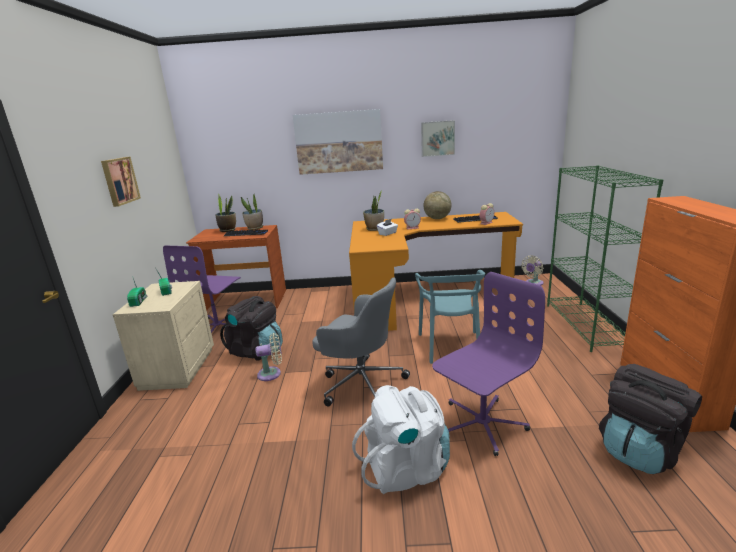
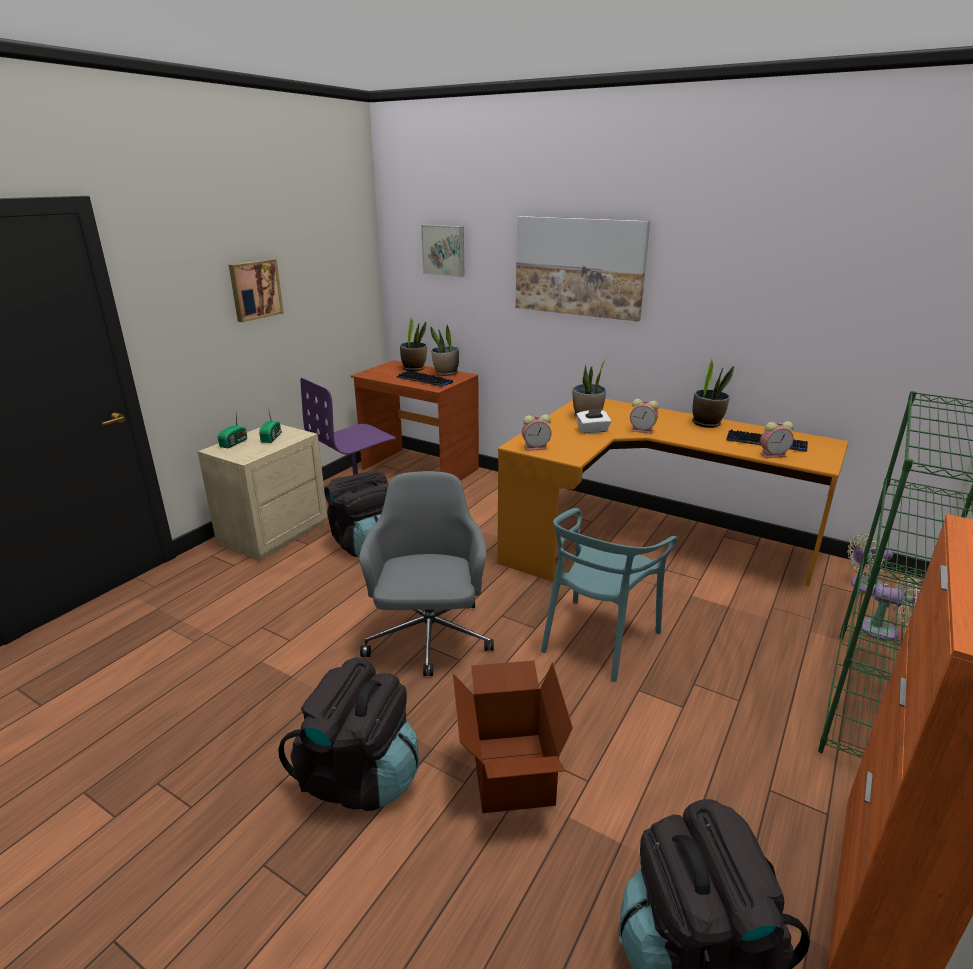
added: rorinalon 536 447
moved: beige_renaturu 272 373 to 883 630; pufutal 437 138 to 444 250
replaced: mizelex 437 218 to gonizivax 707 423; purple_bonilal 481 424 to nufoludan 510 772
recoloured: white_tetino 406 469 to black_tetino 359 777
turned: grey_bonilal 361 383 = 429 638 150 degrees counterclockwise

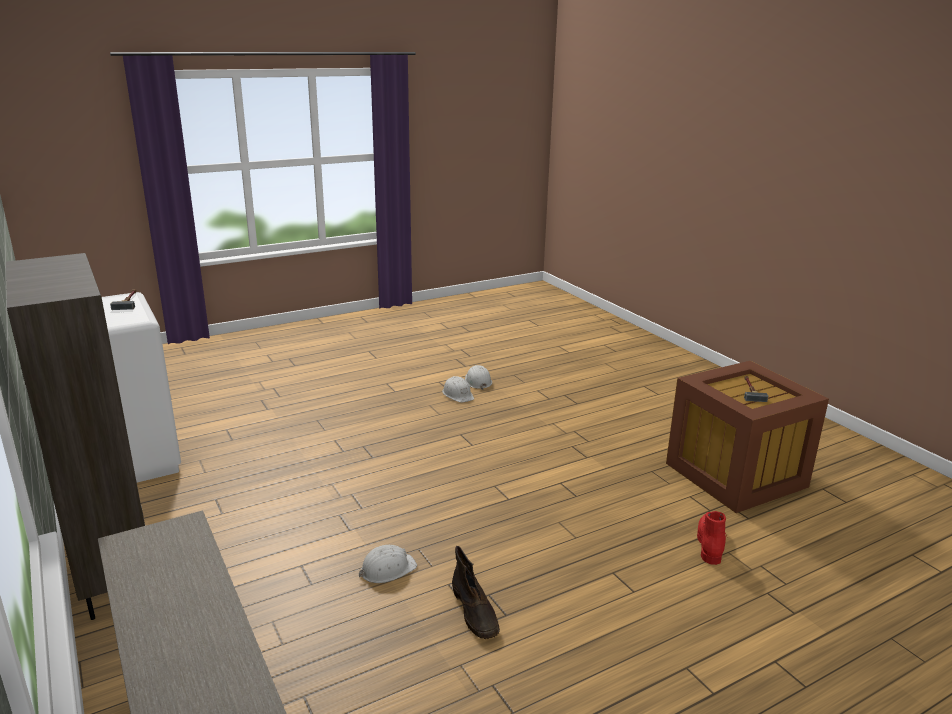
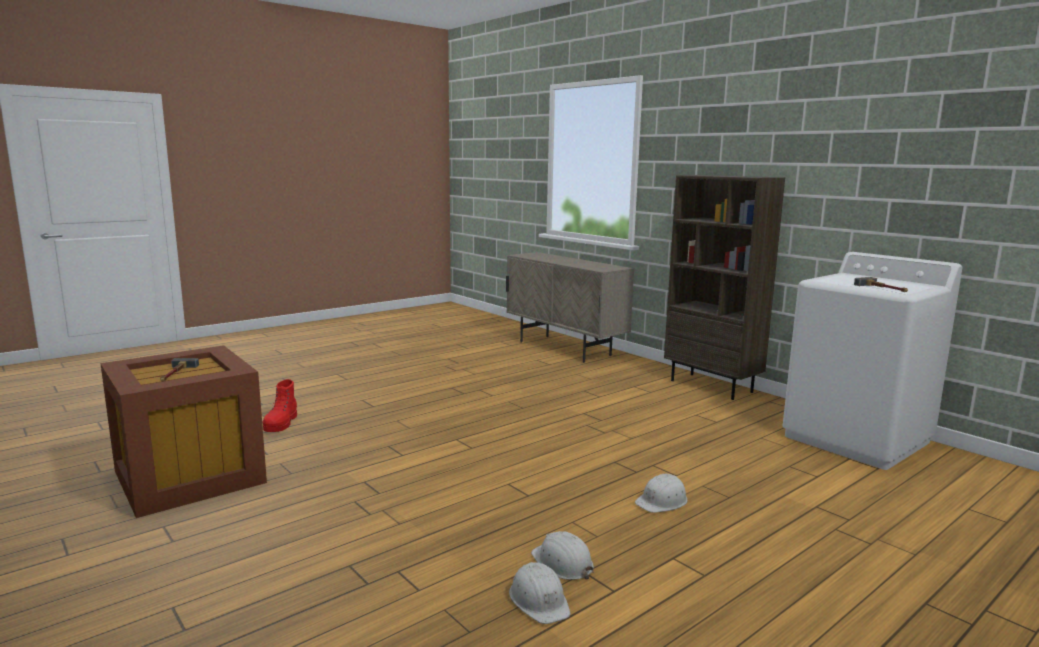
removed: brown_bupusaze 475 612
moved: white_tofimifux 387 569 to 662 501

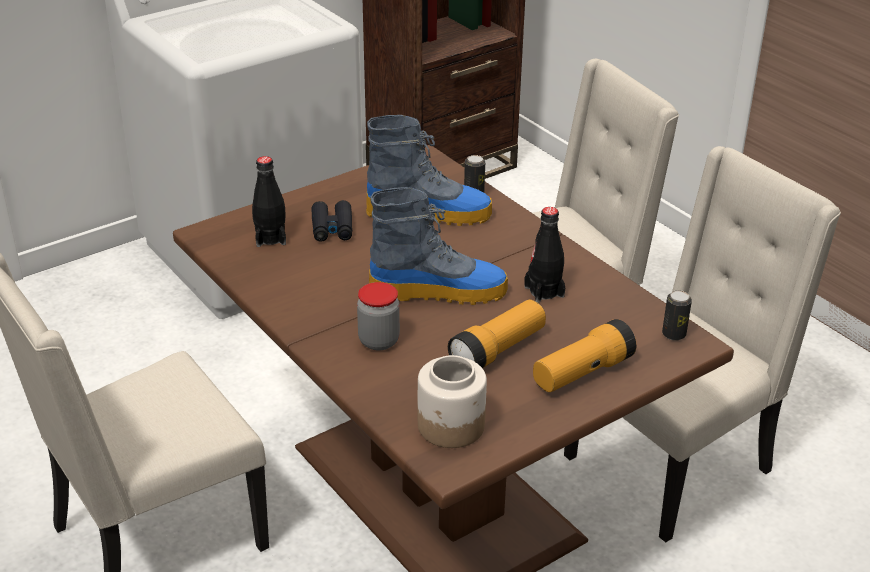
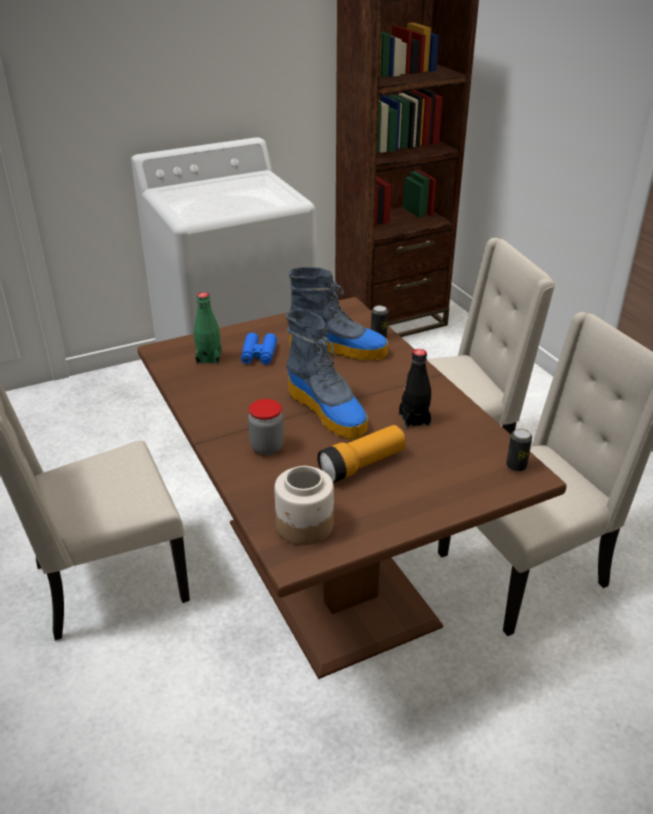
removed: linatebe 582 373
recoloured: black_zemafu 270 238 to green_zemafu 209 358; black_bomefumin 332 228 to blue_bomefumin 259 354
turned: bupusaze 439 291 = 328 411 45 degrees clockwise

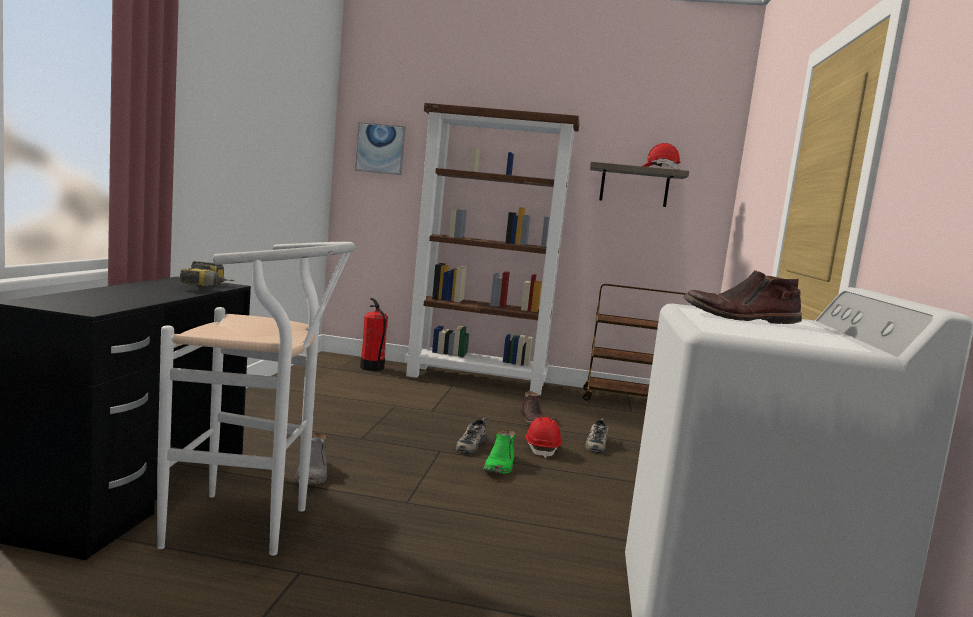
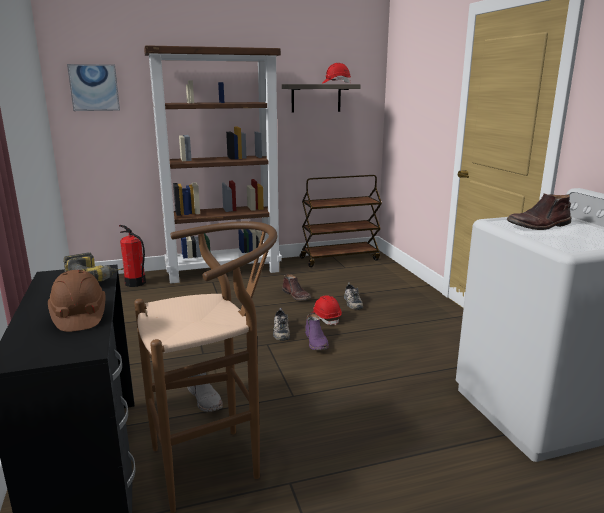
added: brown_tofimifux 79 316
recoloured: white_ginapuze 252 526 to brown_ginapuze 216 462; green_bupusaze 500 466 to purple_bupusaze 316 342

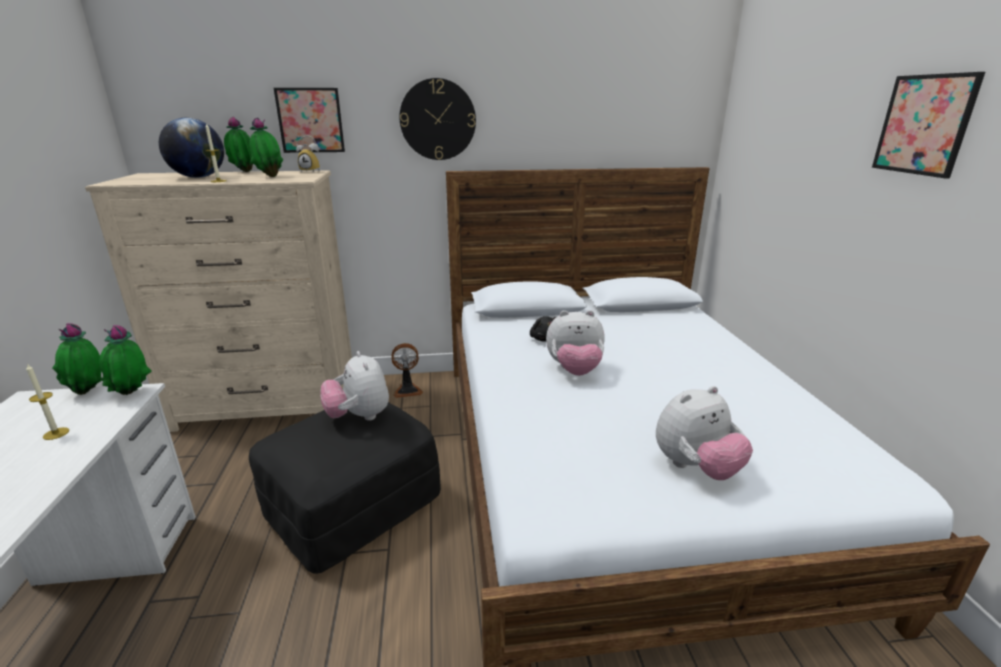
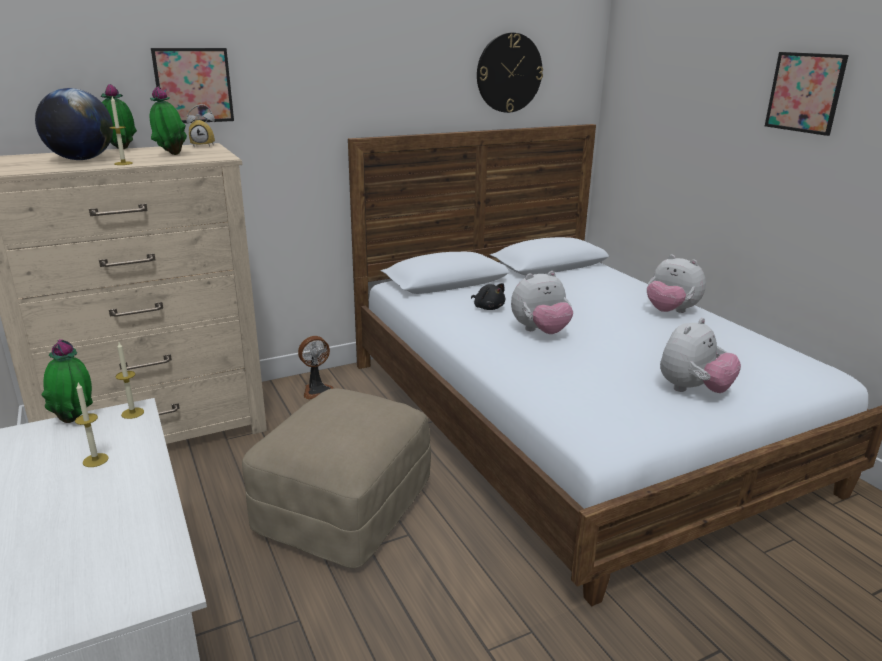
moved: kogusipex 359 416 to 670 311; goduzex 438 120 to 509 73
replaced: gonizivax 132 394 to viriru 132 413
recoloured: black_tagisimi 353 507 to beige_tagisimi 344 508

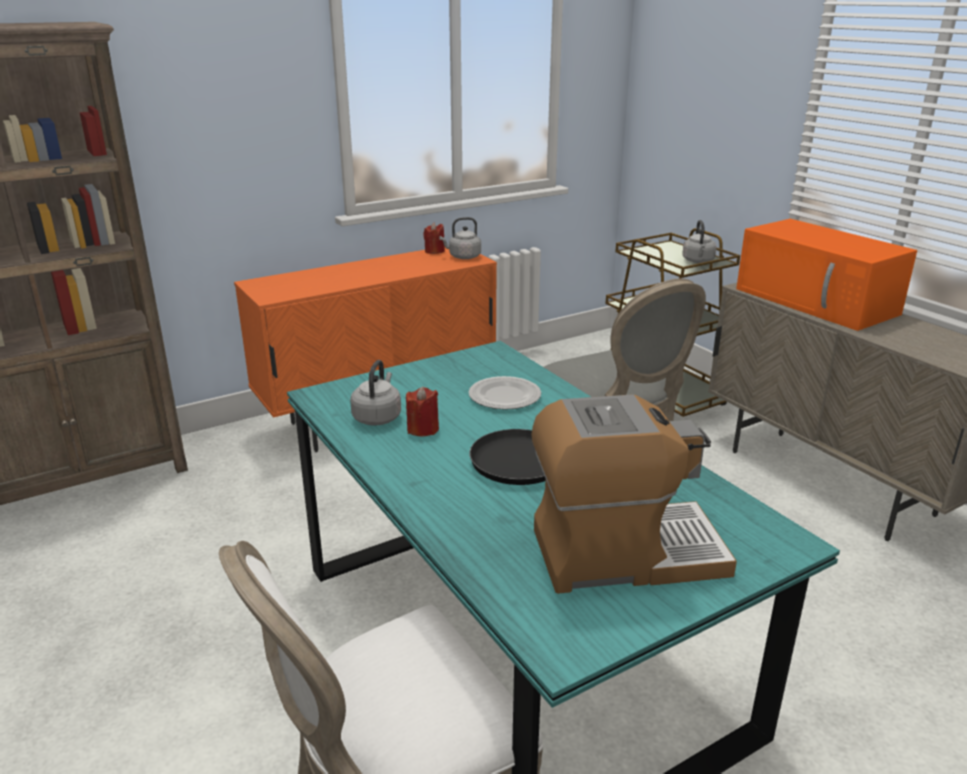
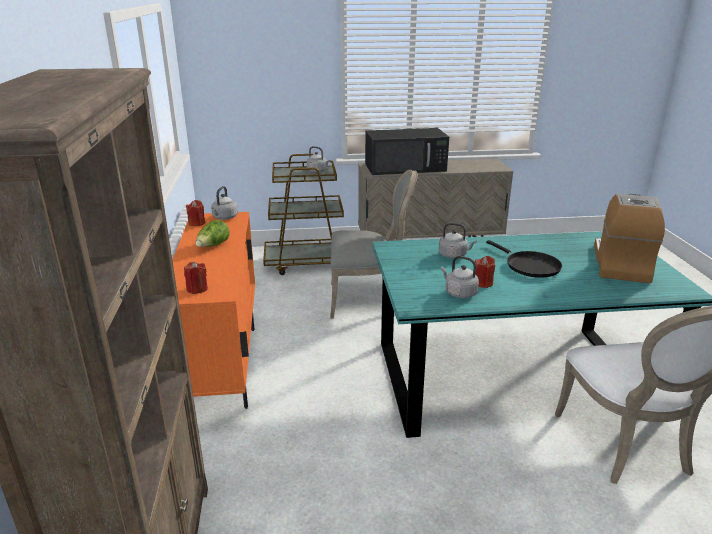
added: red_viriru 197 289; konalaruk 213 246
replaced: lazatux 505 396 to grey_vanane 454 255
recoloured: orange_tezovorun 818 302 to black_tezovorun 406 167

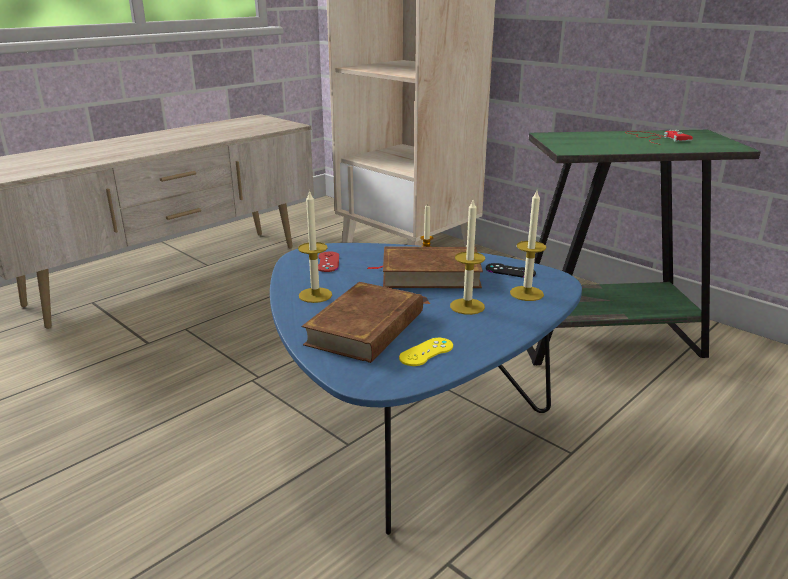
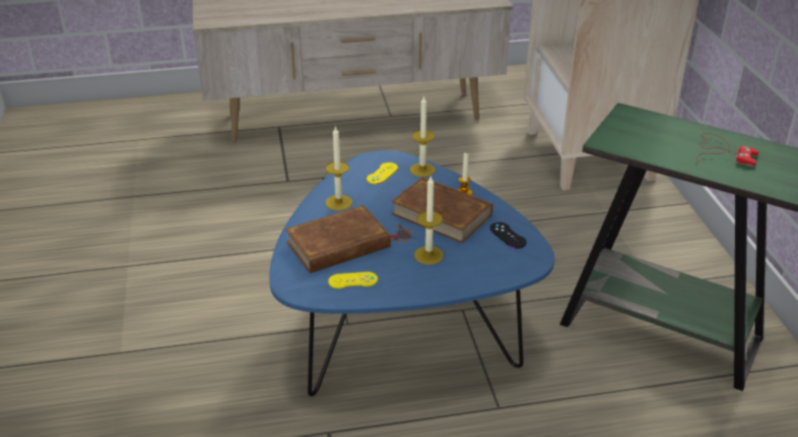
moved: viriru 526 293 to 422 170
recoloured: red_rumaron 328 262 to yellow_rumaron 382 173

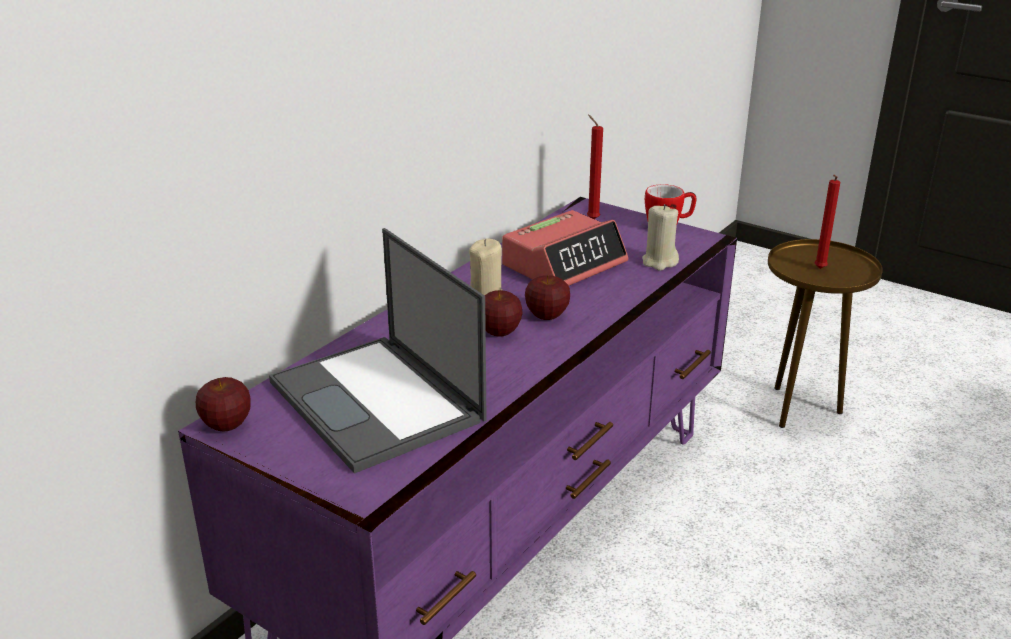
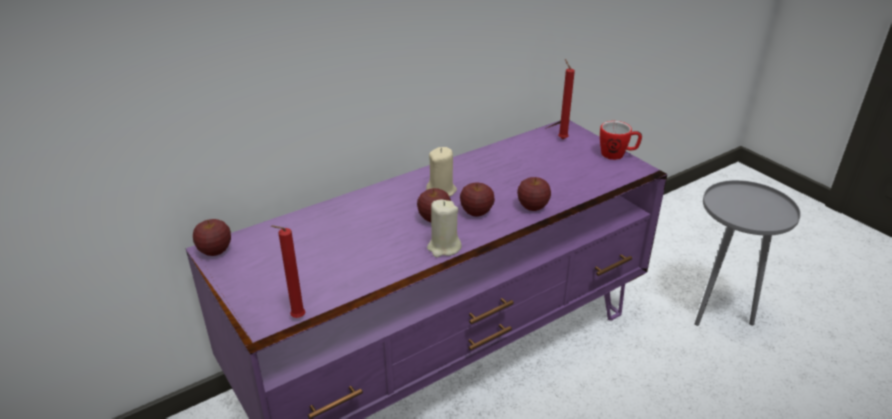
removed: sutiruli 378 402; rorinalon 564 264
added: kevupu 532 207
moved: beige_viriru 659 262 to 443 247; red_viriru 819 269 to 296 318
recoloured: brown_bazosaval 799 408 to grey_bazosaval 719 313

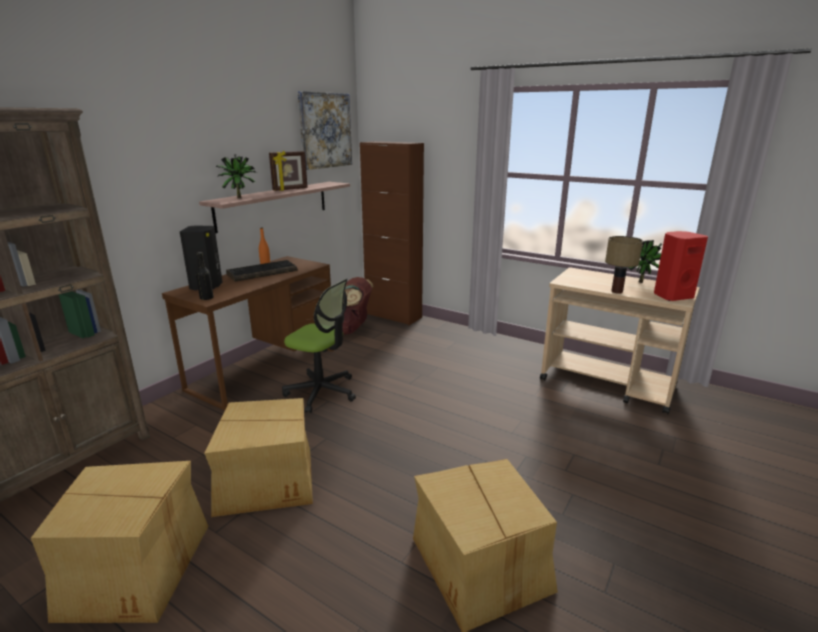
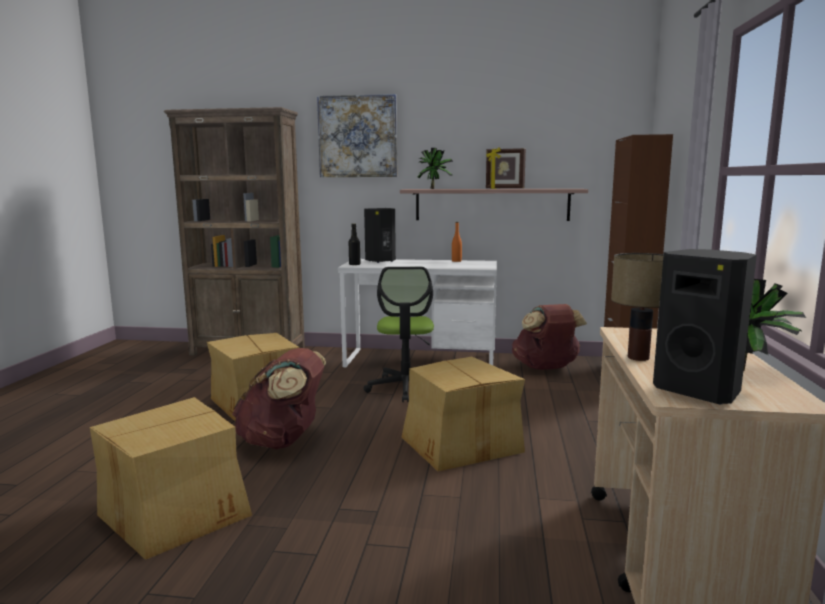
removed: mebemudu 262 272
added: brown_tetino 283 441
moved: nufoludan 134 569 to 460 444; pufutal 325 130 to 358 136
recoloured: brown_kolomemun 265 369 to white_kolomemun 420 360; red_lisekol 672 296 to black_lisekol 699 391

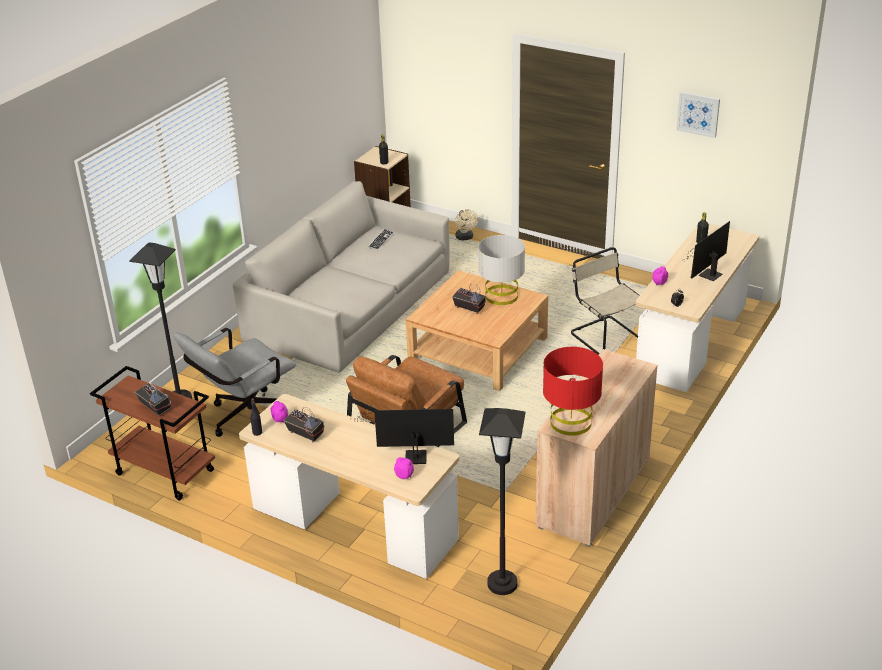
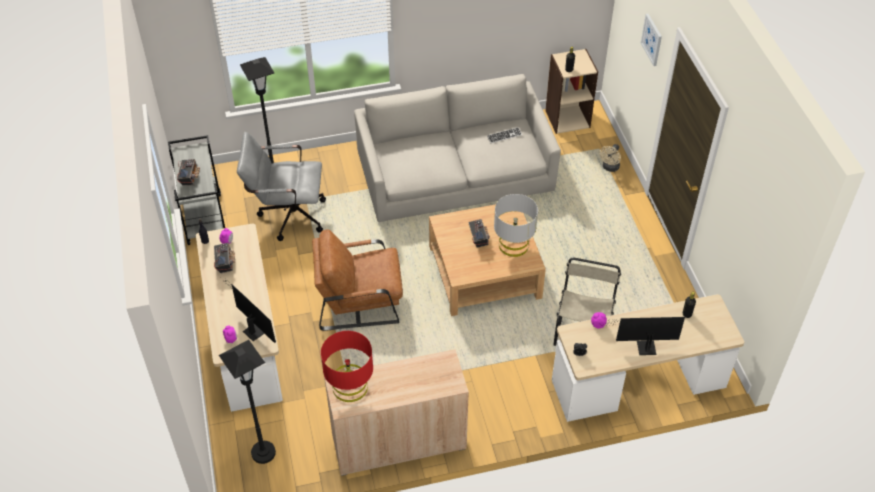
moved: pufutal 698 114 to 652 39
recoloured: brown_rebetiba 163 473 to grey_rebetiba 204 219

